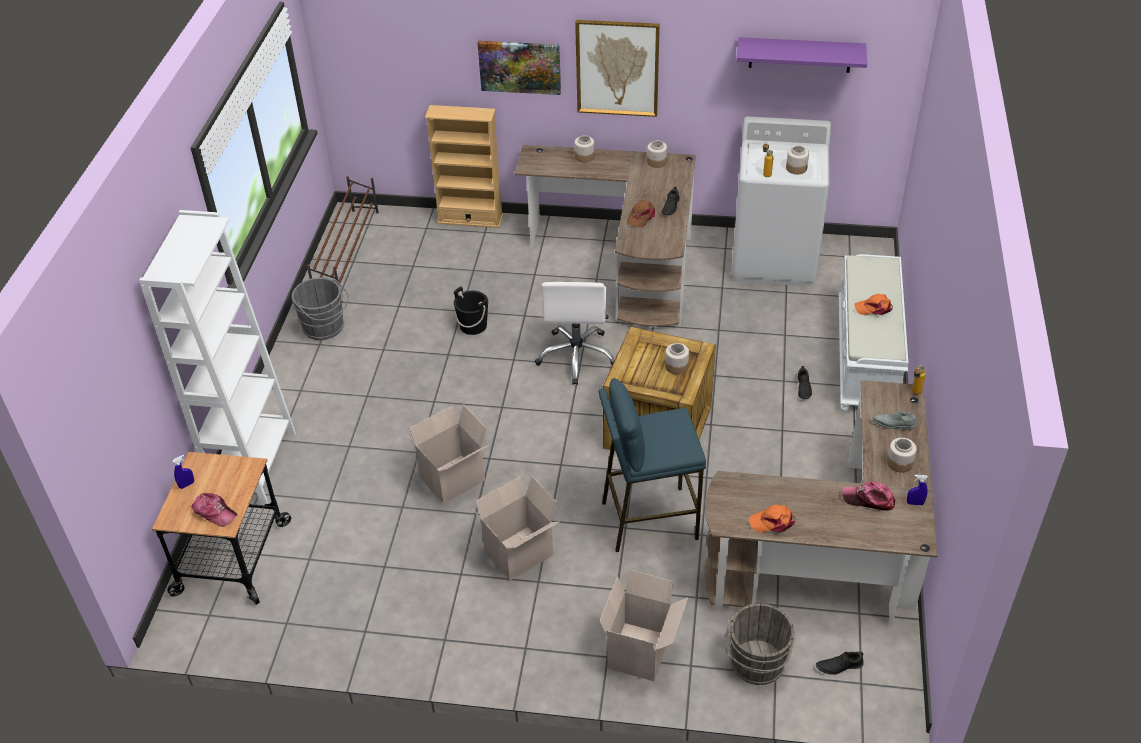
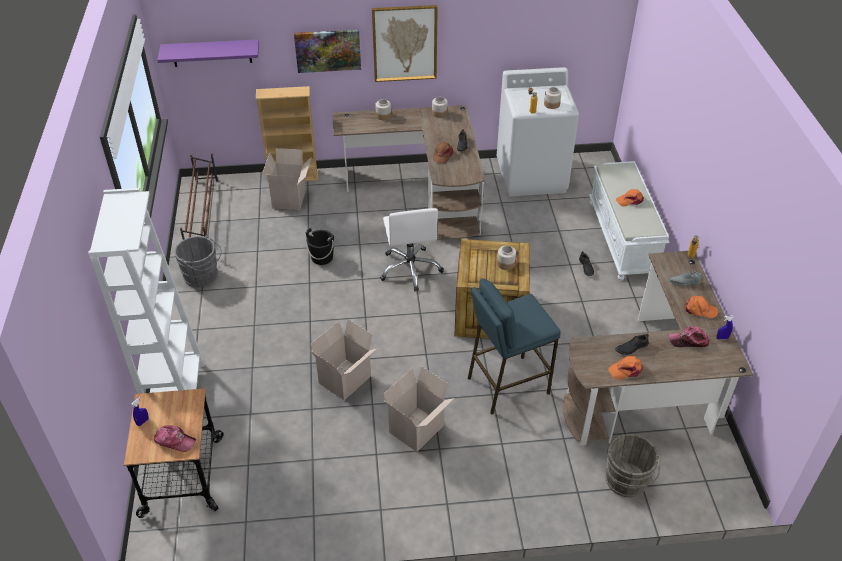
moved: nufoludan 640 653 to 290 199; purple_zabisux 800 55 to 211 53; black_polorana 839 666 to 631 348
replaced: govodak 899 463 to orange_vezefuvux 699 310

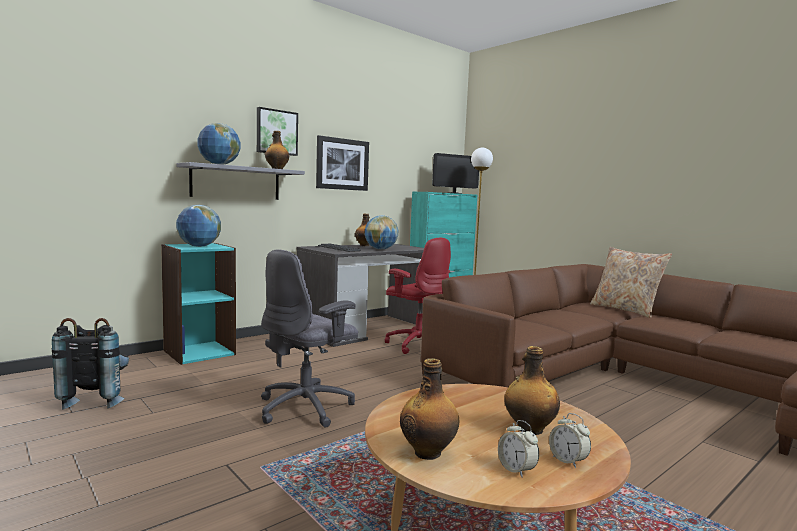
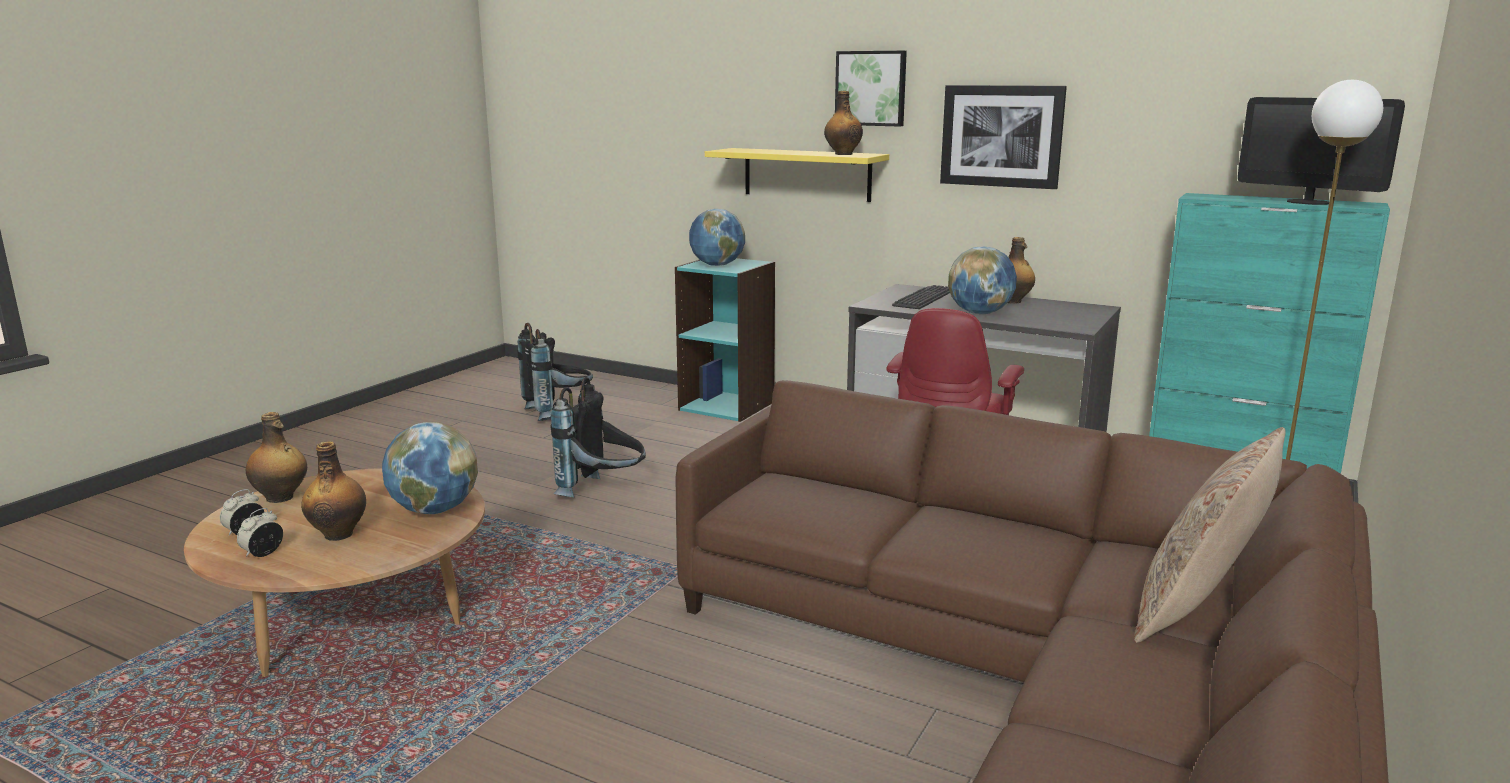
moved: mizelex 219 164 to 434 510
replaced: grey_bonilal 306 407 to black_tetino 603 492
recoloured: grey_zabisux 236 183 to yellow_zabisux 807 174

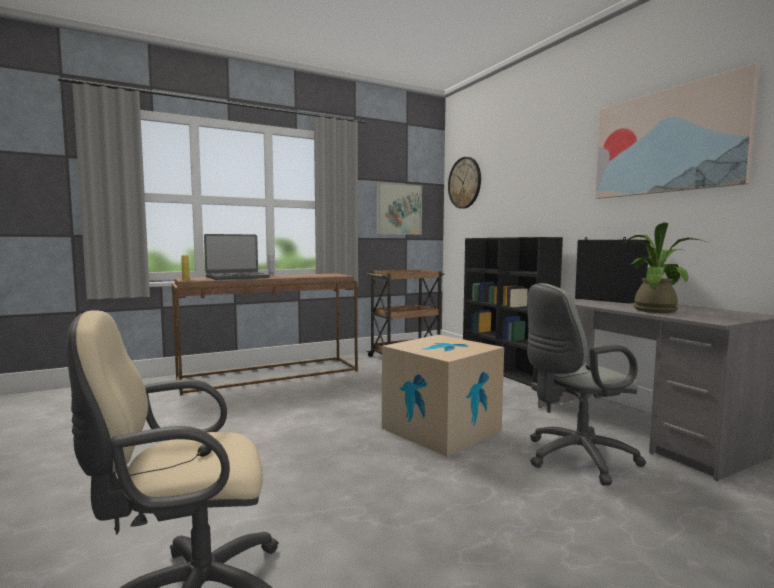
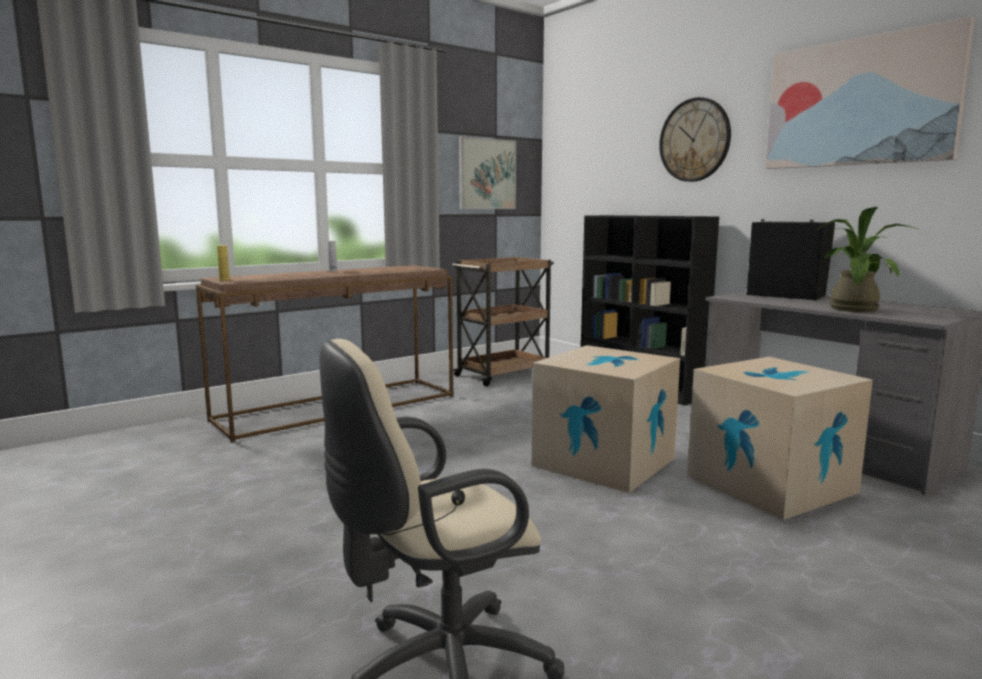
removed: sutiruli 237 277
moved: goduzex 464 183 to 695 140
replaced: grey_bonilal 574 459 to nufoludan 770 484

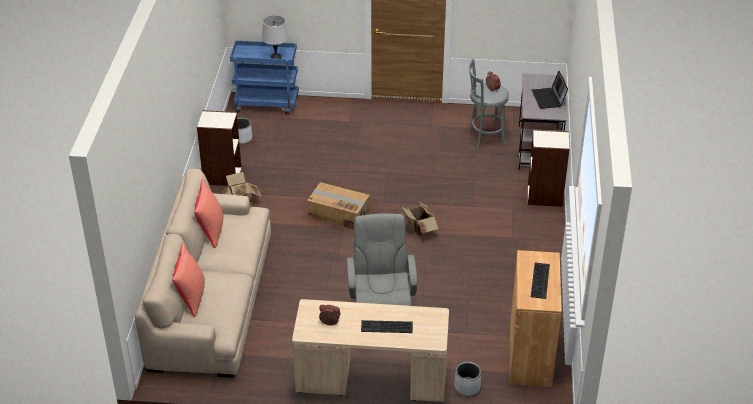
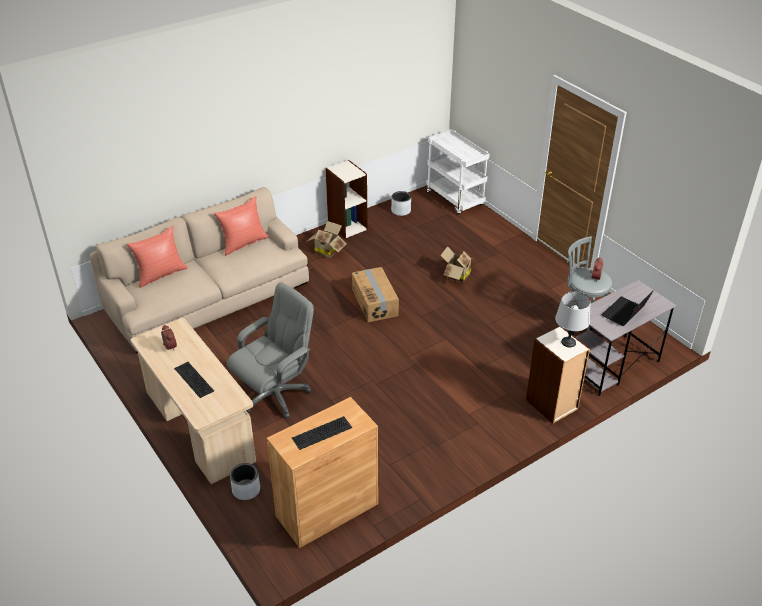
moved: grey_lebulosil 276 57 to 568 342; nufoludan 419 229 to 456 276
recoloured: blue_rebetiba 267 104 to white_rebetiba 455 200

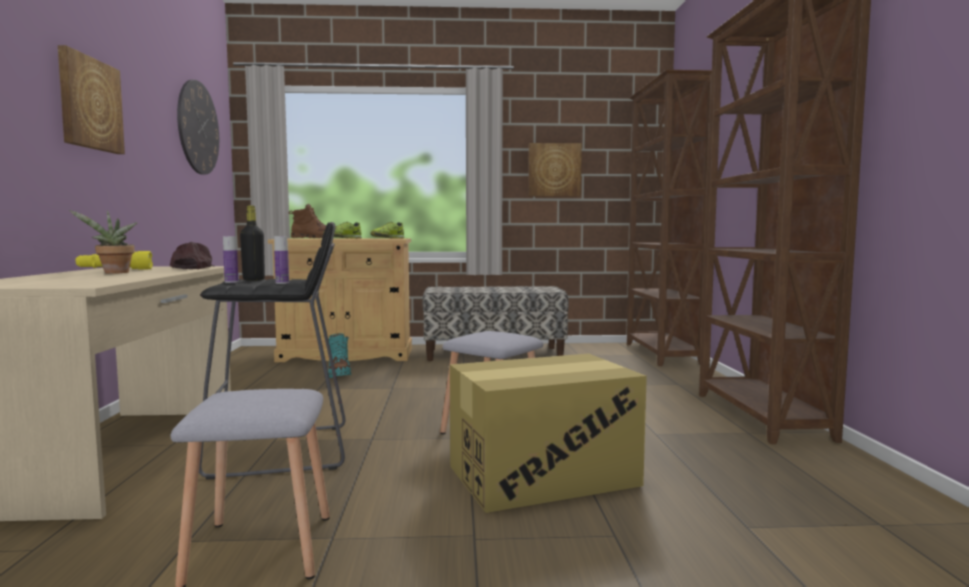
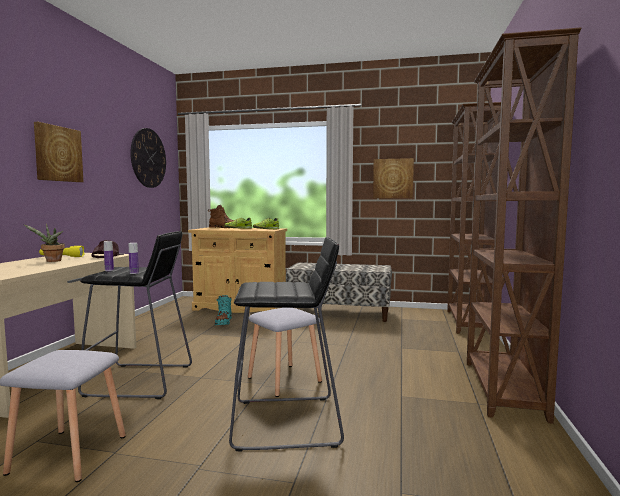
removed: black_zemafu 253 279
replaced: nufoludan 543 475 to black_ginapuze 287 422

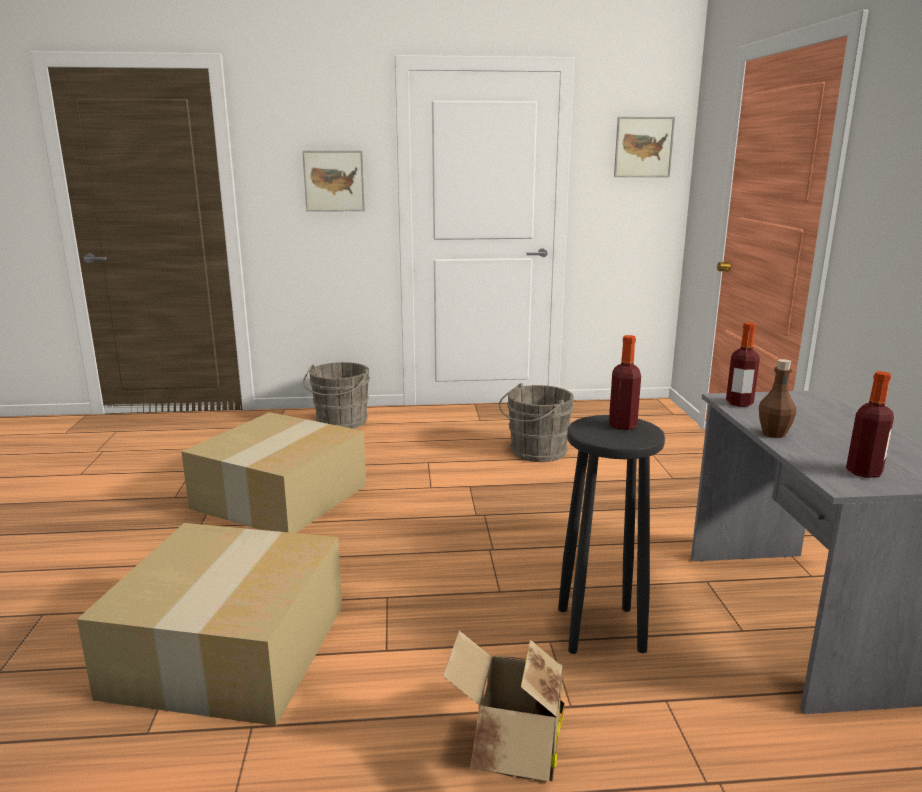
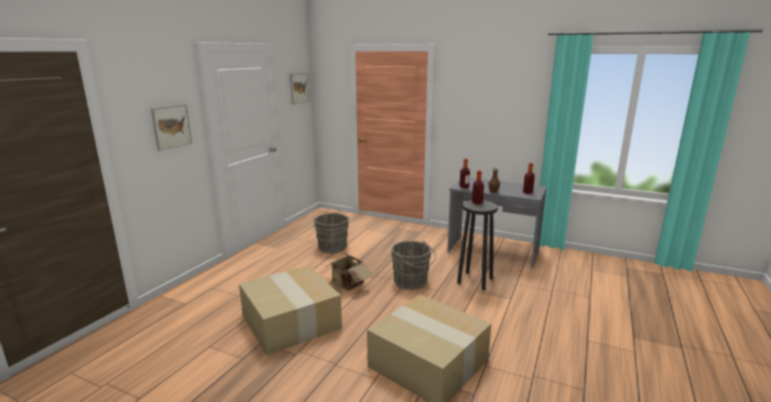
moved: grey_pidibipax 340 423 to 412 282; nufoludan 511 750 to 346 285

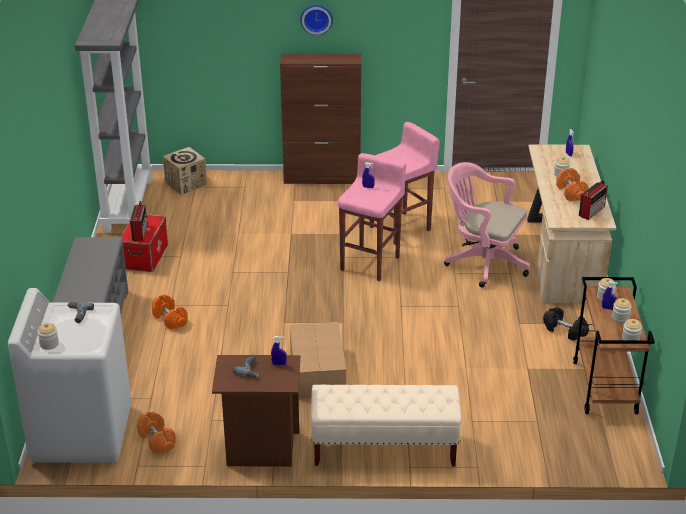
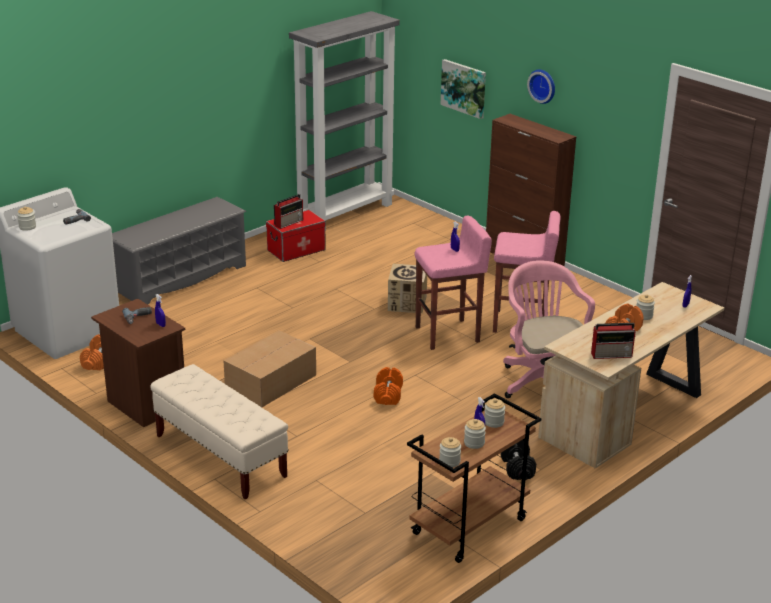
added: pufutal 464 88
moved: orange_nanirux 169 319 to 388 395; nufoludan 186 184 to 407 303

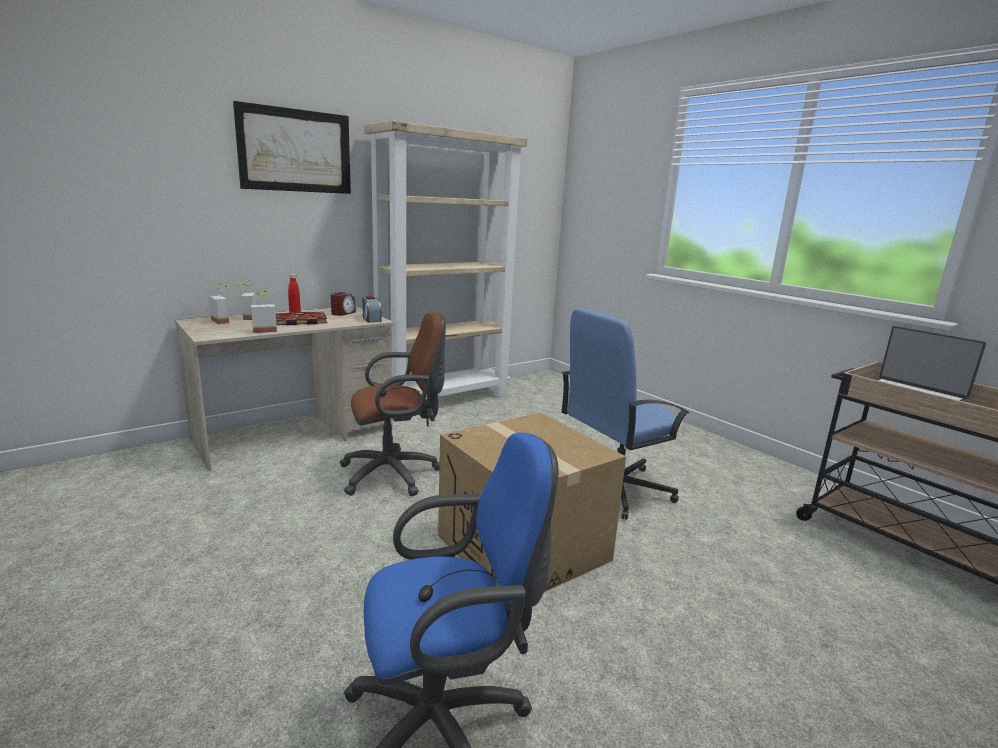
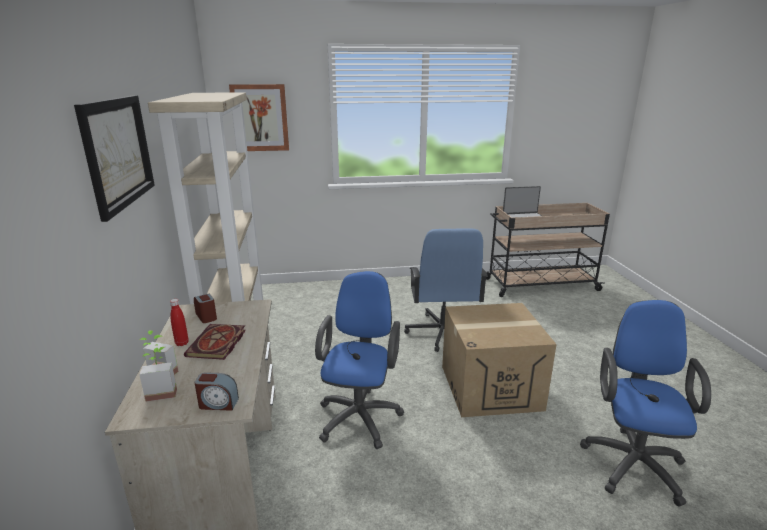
removed: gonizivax 264 330
added: pufutal 260 118
moved: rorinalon 371 319 to 218 403
recoloured: brown_bonilal 395 474 to blue_bonilal 360 415

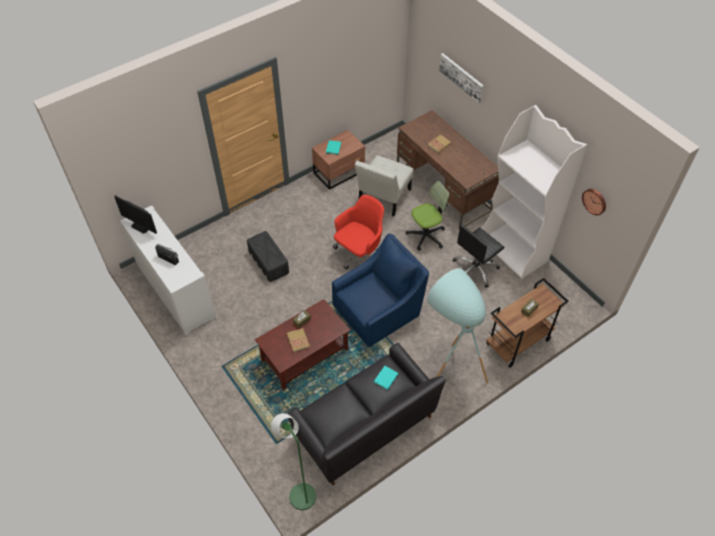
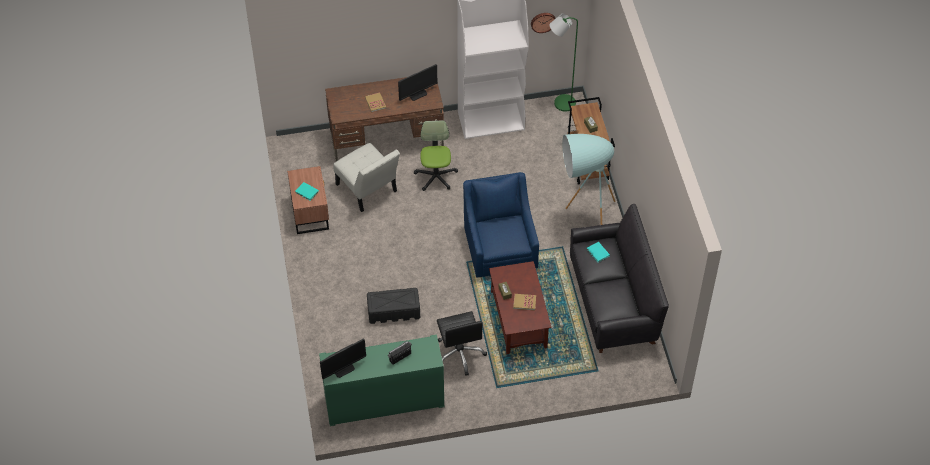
removed: red_bonilal 360 255; pufutal 461 77
added: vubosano 417 94
moved: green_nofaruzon 299 492 to 560 104; black_bonilal 475 270 to 459 354
recoloured: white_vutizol 175 290 to green_vutizol 384 400

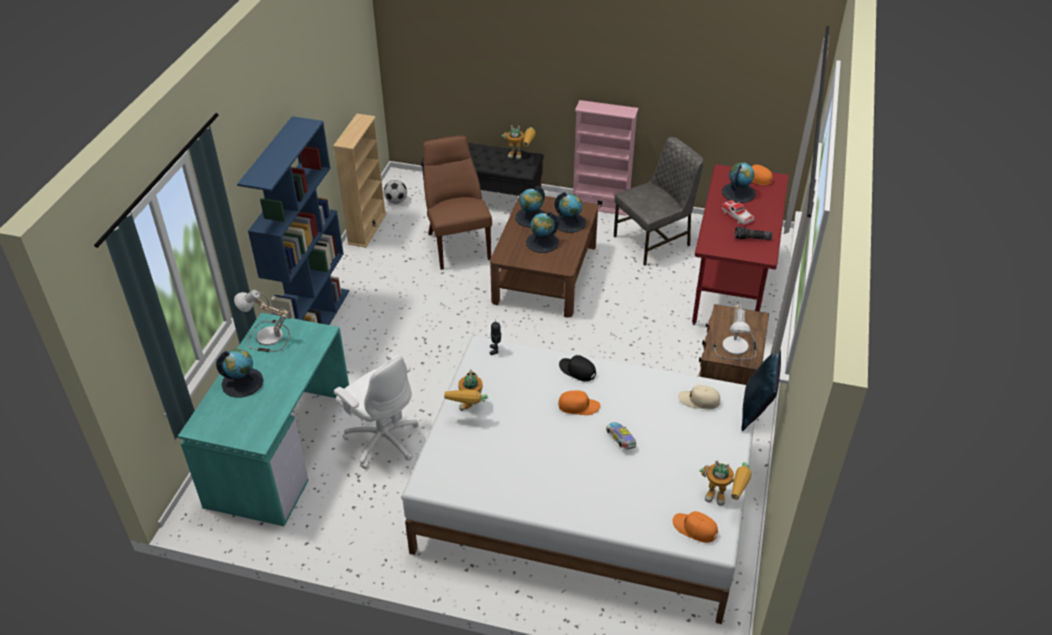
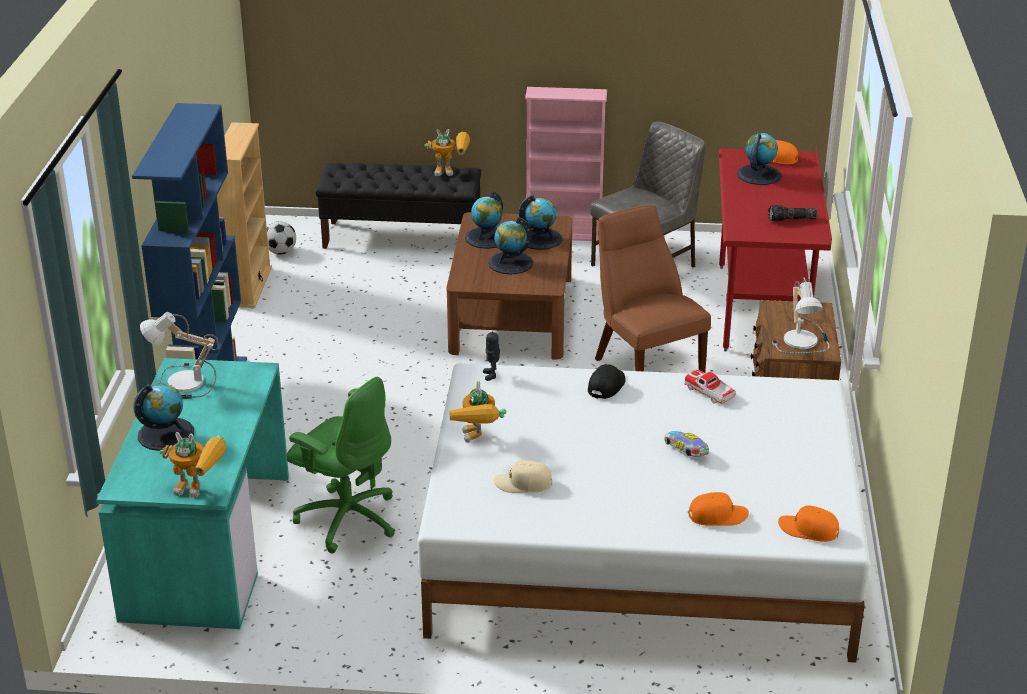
removed: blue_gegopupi 756 410
moved: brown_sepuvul 457 244 to 645 368; orange_vezefuvux 578 406 to 717 516; beige_vezefuvux 699 400 to 523 483; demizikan 724 497 to 200 489; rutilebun 737 216 to 709 392
recoloured: white_bonilal 382 440 to green_bonilal 346 519
turned: black_vezefuvux 577 370 = 606 386 90 degrees clockwise

